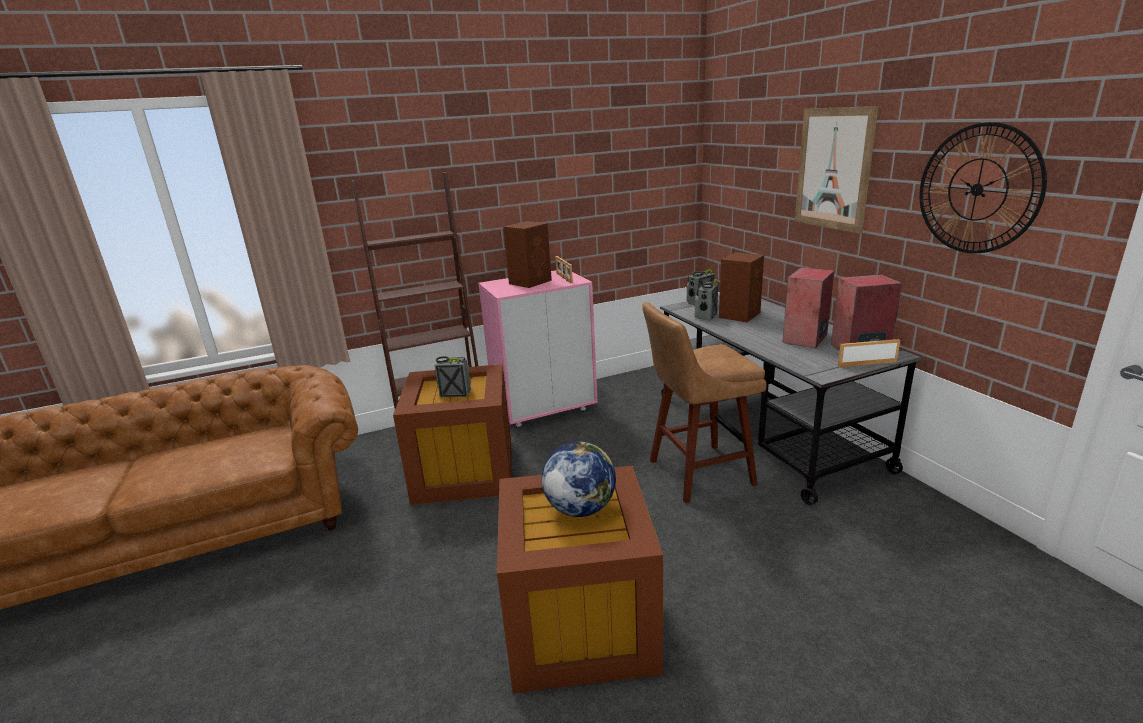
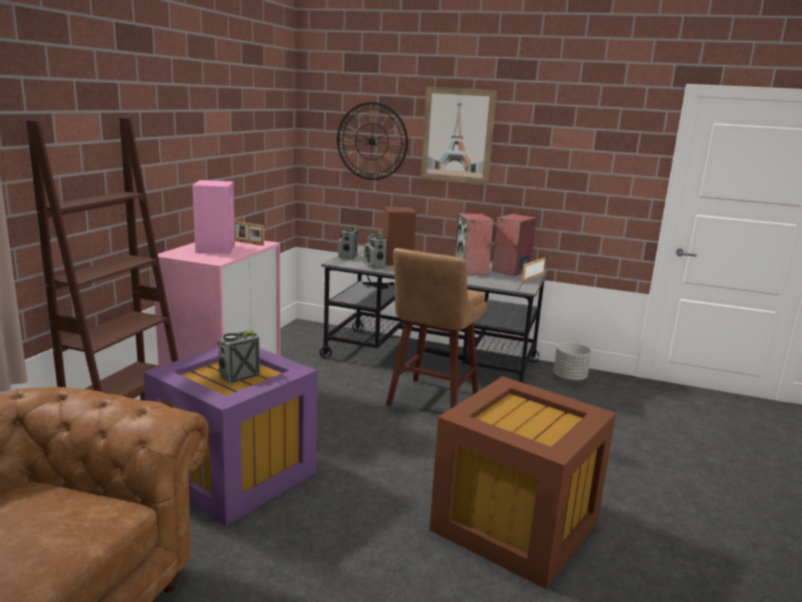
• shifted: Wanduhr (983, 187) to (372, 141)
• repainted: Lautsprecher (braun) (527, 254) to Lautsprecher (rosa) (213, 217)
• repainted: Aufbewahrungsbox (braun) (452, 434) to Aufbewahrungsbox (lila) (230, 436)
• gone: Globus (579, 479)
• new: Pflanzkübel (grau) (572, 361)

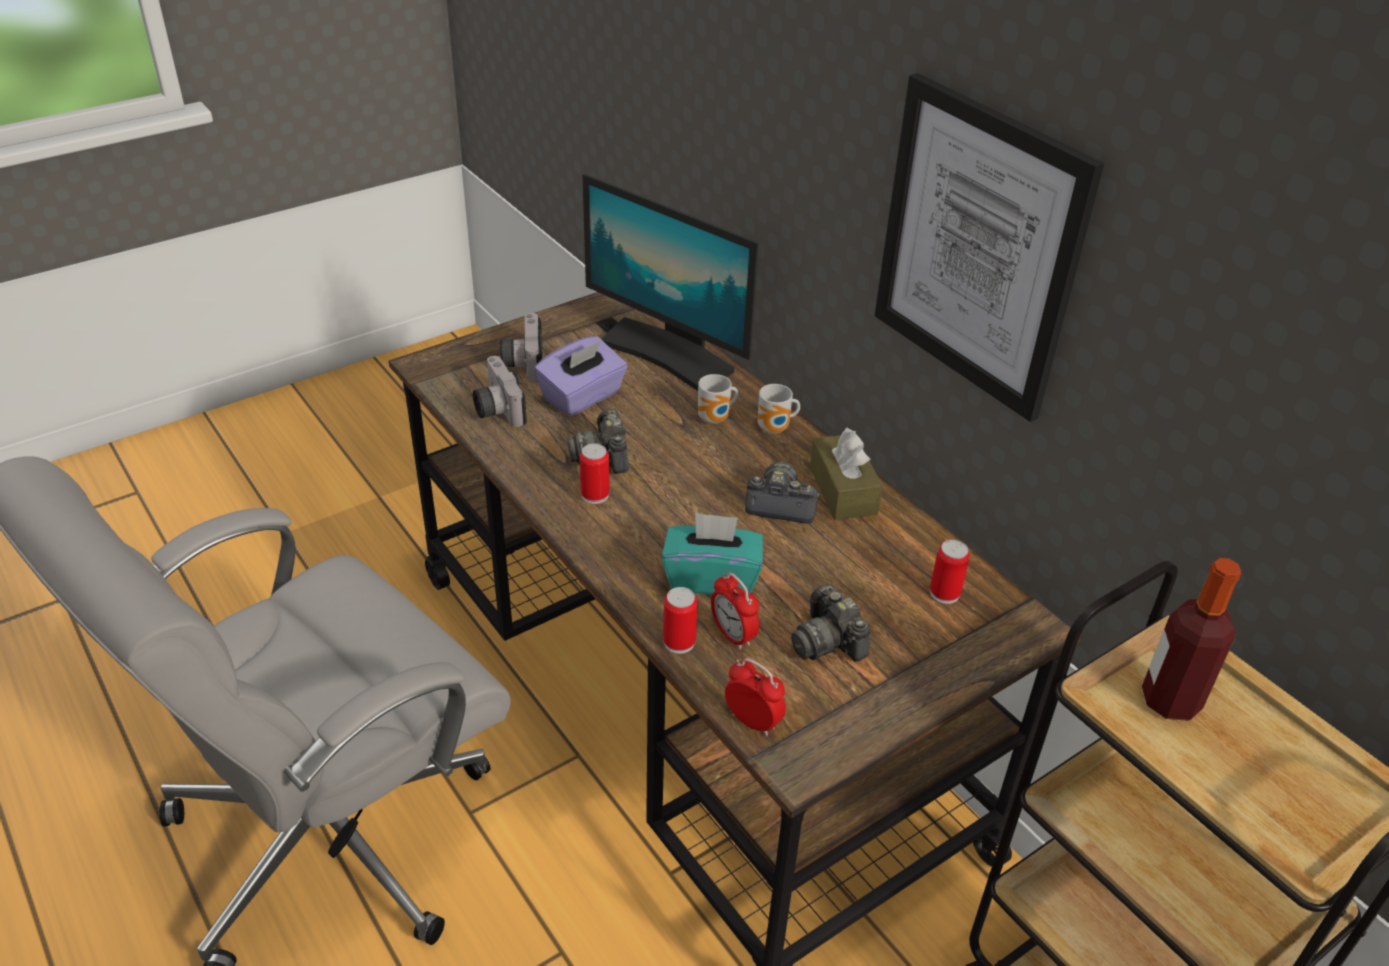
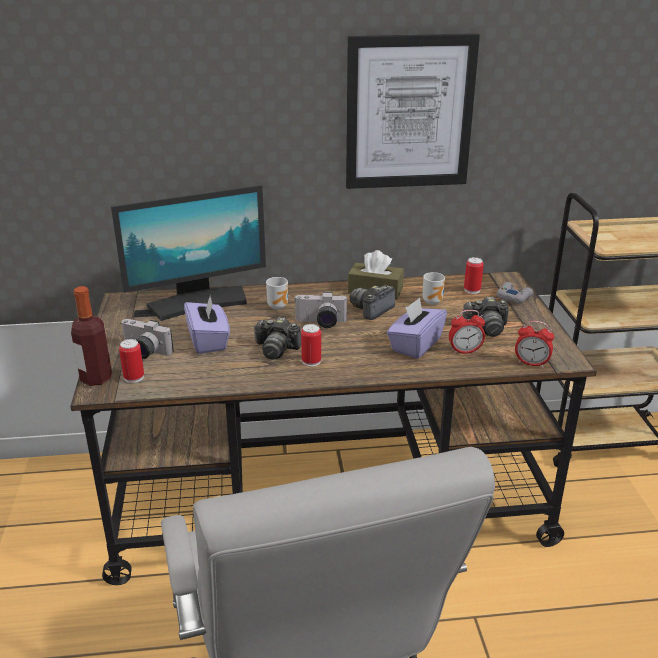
• shifted: Kamera (500, 391) to (321, 310)
• shifted: Henkelbecher (779, 409) to (434, 288)
• repainted: Taschentuchbox (türkis) (712, 553) to Taschentuchbox (lila) (417, 328)
• shifted: Flasche (1191, 639) to (91, 336)
• shifted: Dose (680, 620) to (131, 361)
• rotated: Wecker (755, 697) = (534, 344) 135 degrees counterclockwise
• new: Gamepad (grau) (515, 293)

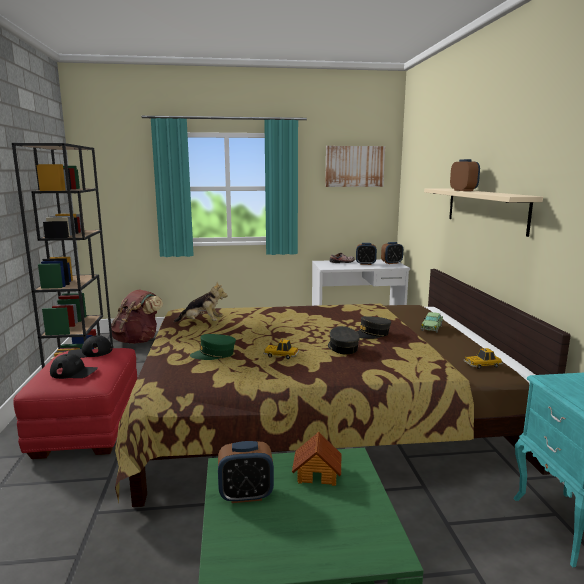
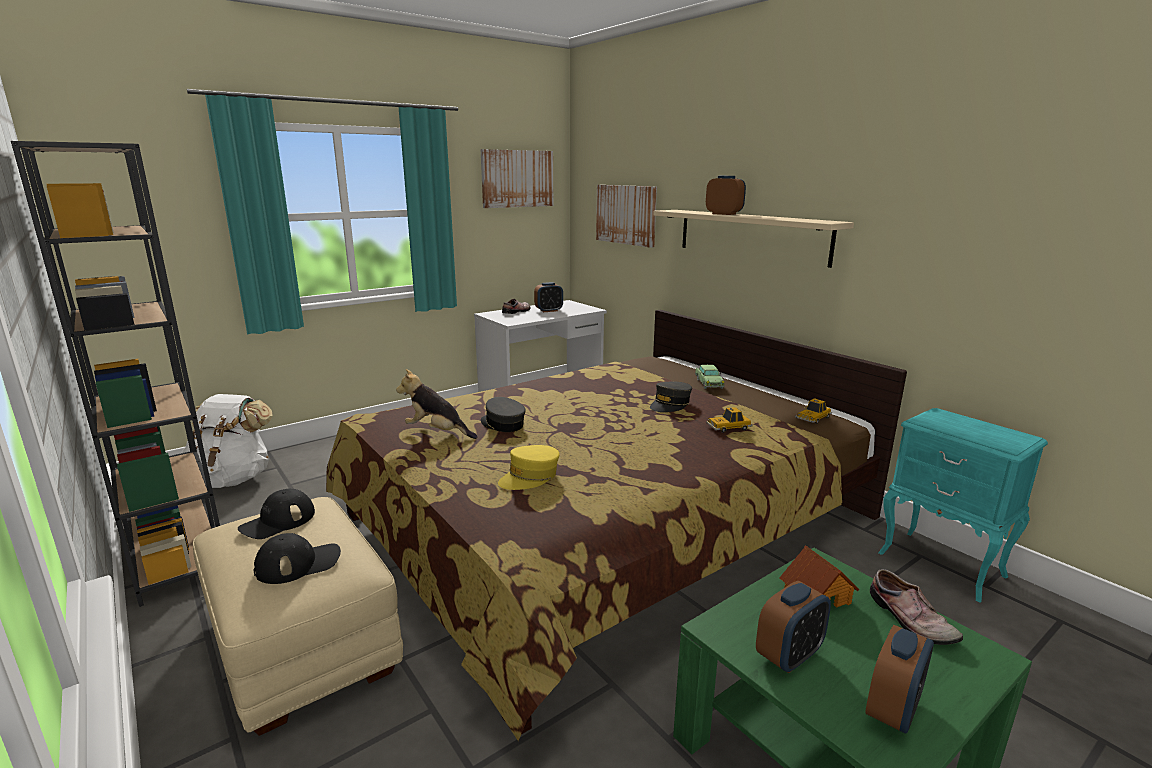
• shifted: Wecker (392, 253) to (899, 679)
• rotated: Plüschtier (201, 302) = (437, 404) 135 degrees counterclockwise
• repainted: Rucksack (braun) (137, 317) to Rucksack (weiß) (227, 441)
• shifted: Kappe (grau) (344, 340) to (503, 414)
• repainted: Kappe (grün) (213, 347) to Kappe (gelb) (529, 467)
• shifted: Spielzeugauto (281, 349) to (729, 420)
• repainted: Polsterhocker (rot) (75, 403) to Polsterhocker (beige) (298, 616)
• new: Bild (626, 216)
• new: Schuh (916, 607)

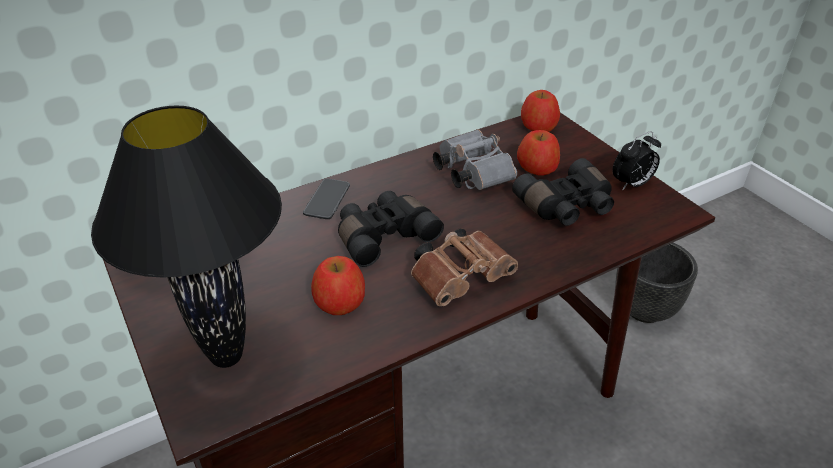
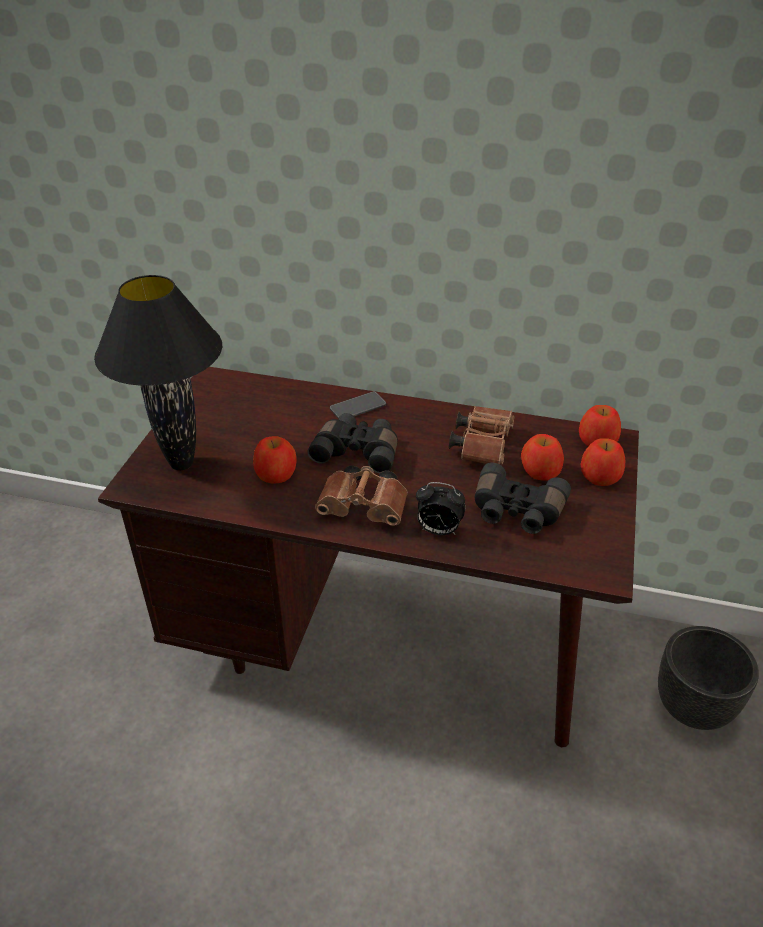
• repainted: Fernglas (grau) (475, 159) to Fernglas (braun) (481, 435)
• shifted: Wecker (637, 161) to (441, 508)
• new: Apfel (603, 462)

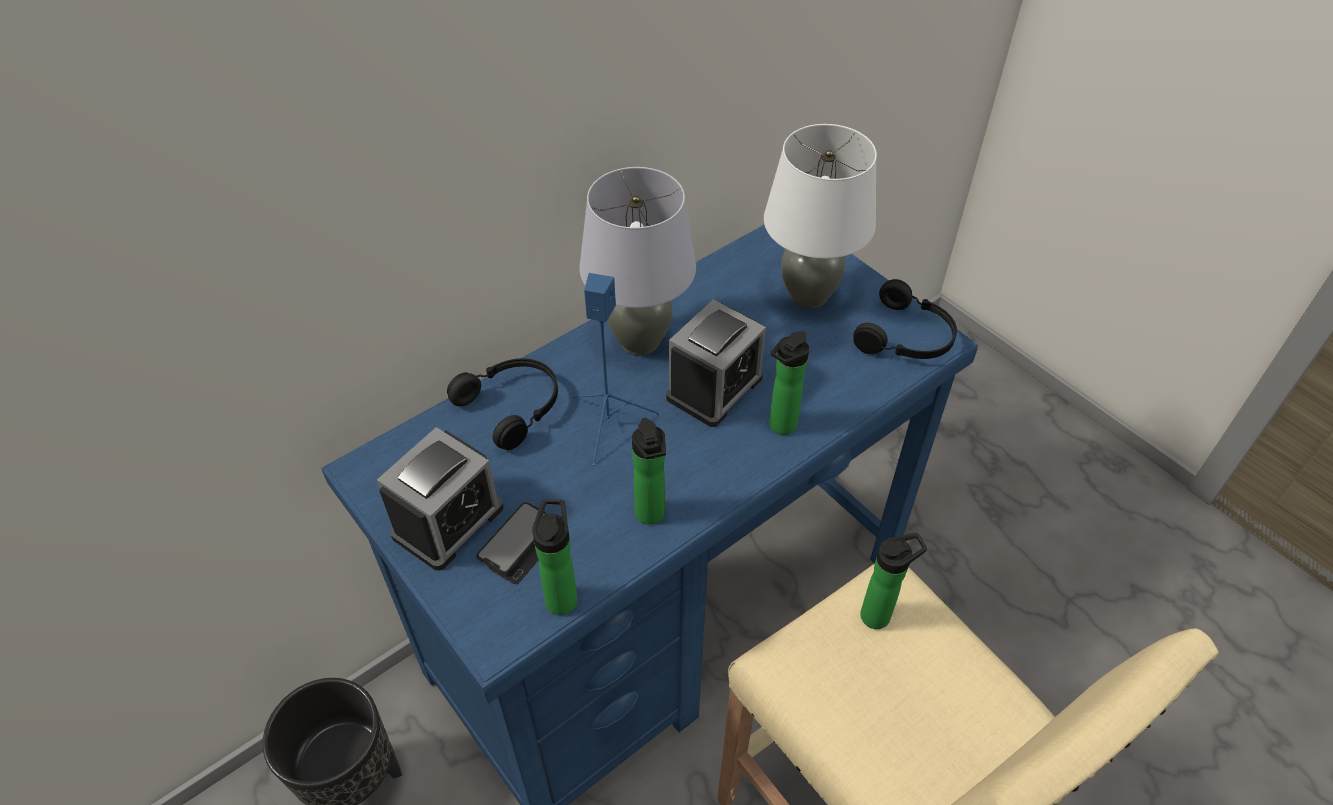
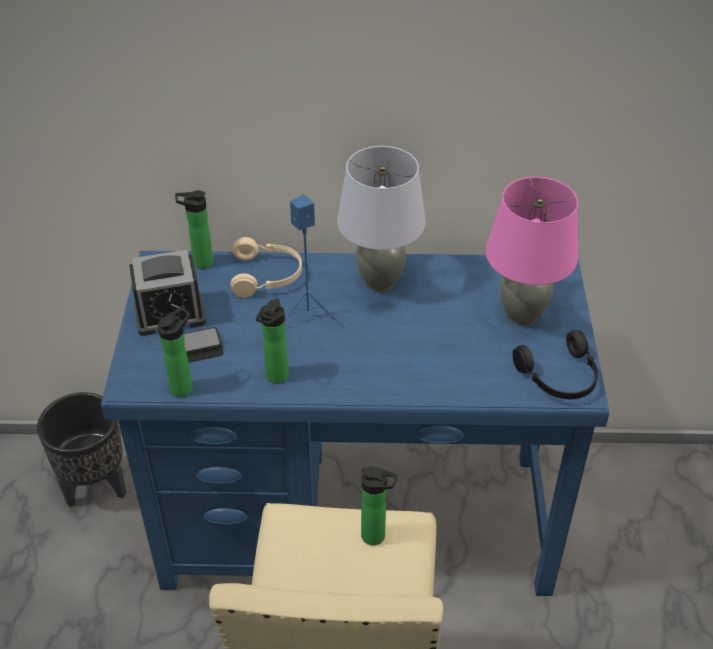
• repainted: Tischlampe (weiß) (820, 216) to Tischlampe (rosa) (532, 251)
• gone: Wecker (716, 363)
• shifted: Flasche (789, 383) to (194, 229)
• repainted: Kopfhörer (schwarz) (502, 404) to Kopfhörer (beige) (266, 267)

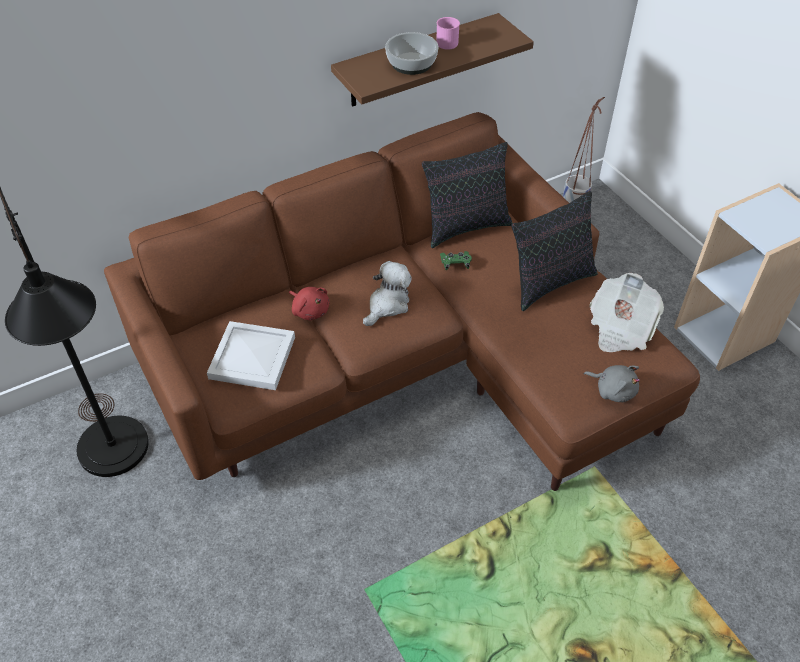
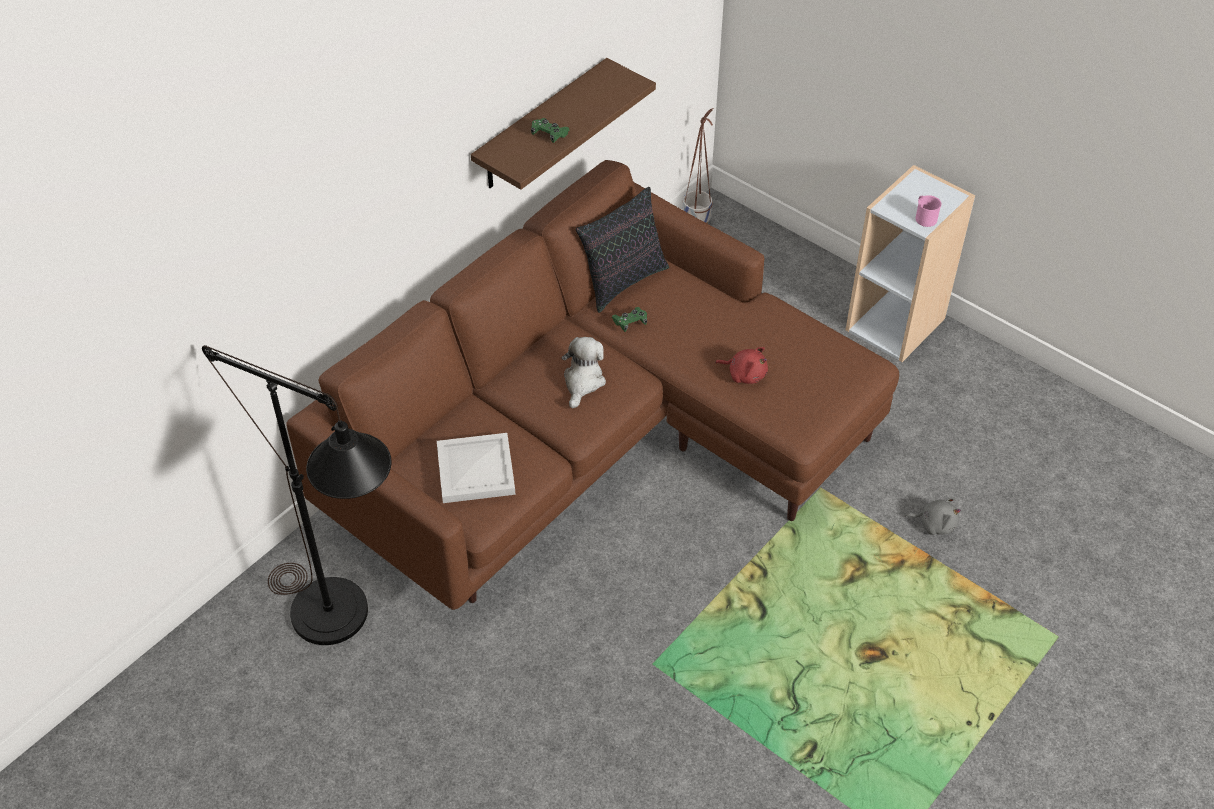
• shifted: Henkelbecher (rosa) (448, 33) to (928, 211)
• swapped: Schüssel (411, 53) to Gamepad (grün) (550, 130)
• gone: Kissen (schwarz) (554, 251)
• gone: Zeitung (627, 312)
• shifted: Plüschtier (rot) (309, 303) to (741, 365)
• shifted: Plüschtier (grau) (612, 383) to (932, 516)

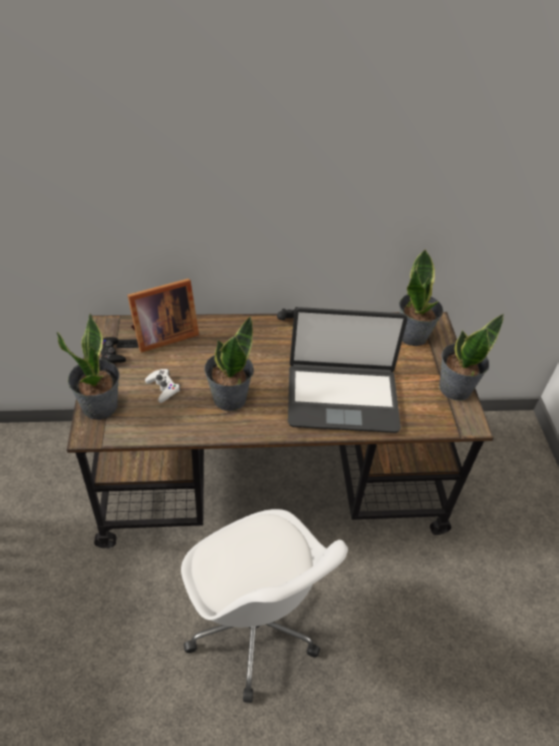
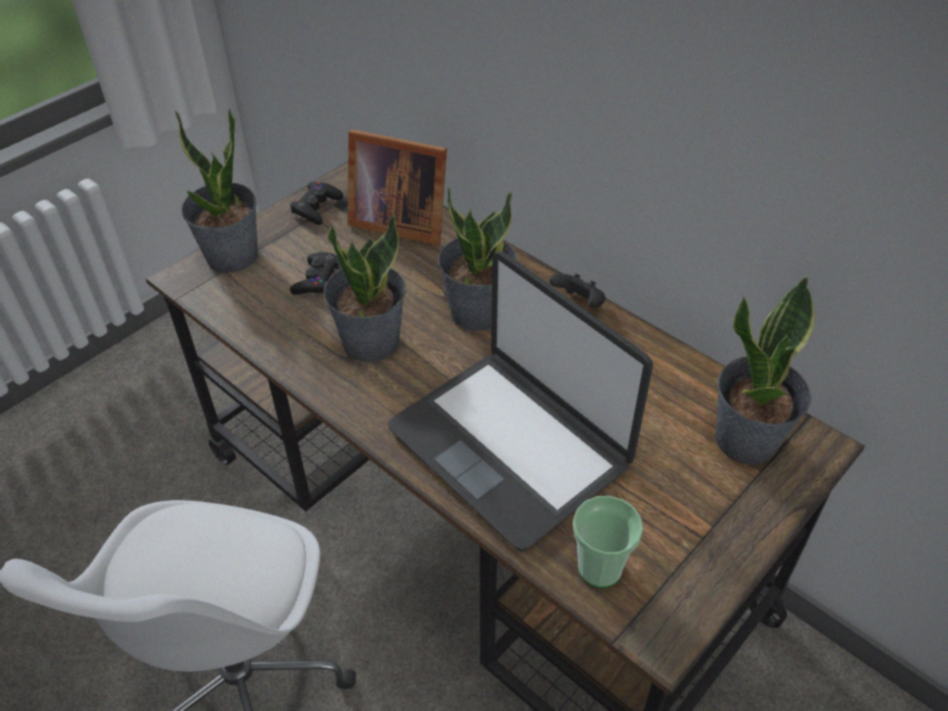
• shifted: Topfpflanze (471, 357) to (477, 259)
• repainted: Gamepad (weiß) (162, 386) to Gamepad (schwarz) (316, 273)
• new: Tasse (608, 542)

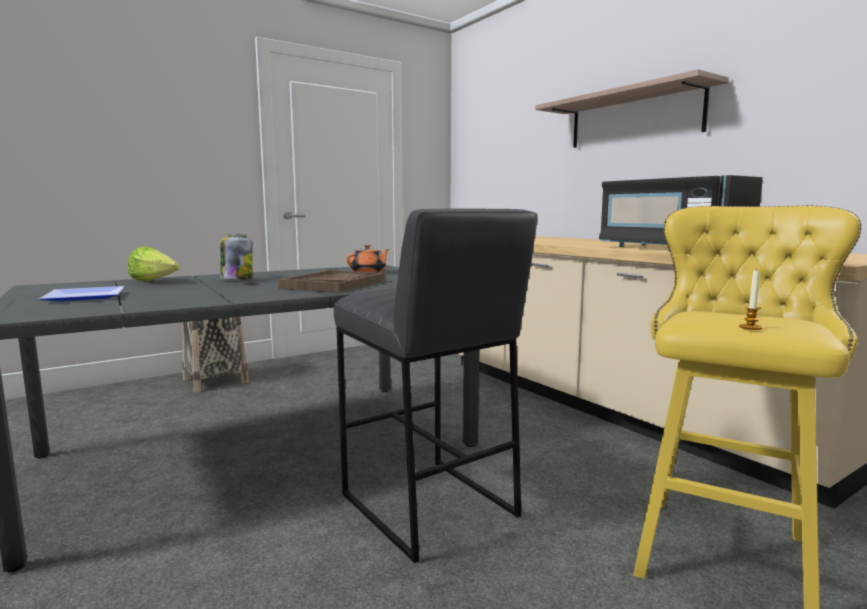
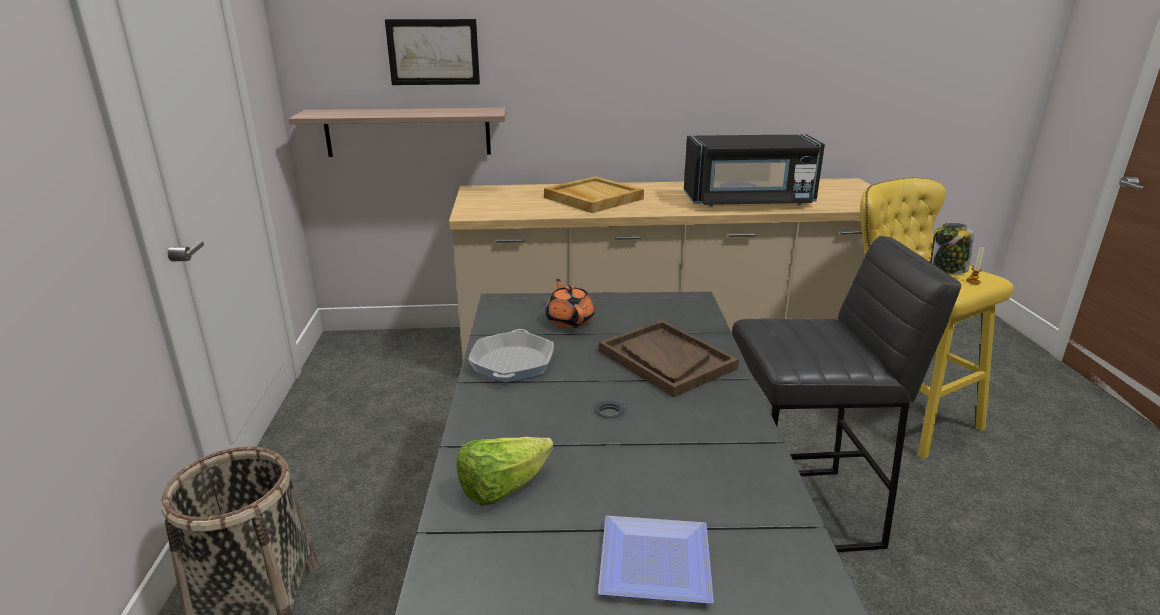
• shifted: Wandregal (632, 108) to (397, 132)
• shifted: Vorratsglas (236, 257) to (952, 248)
• new: Bild (432, 52)
• new: Tablett (beige) (594, 194)
• new: Pfanne (511, 356)

